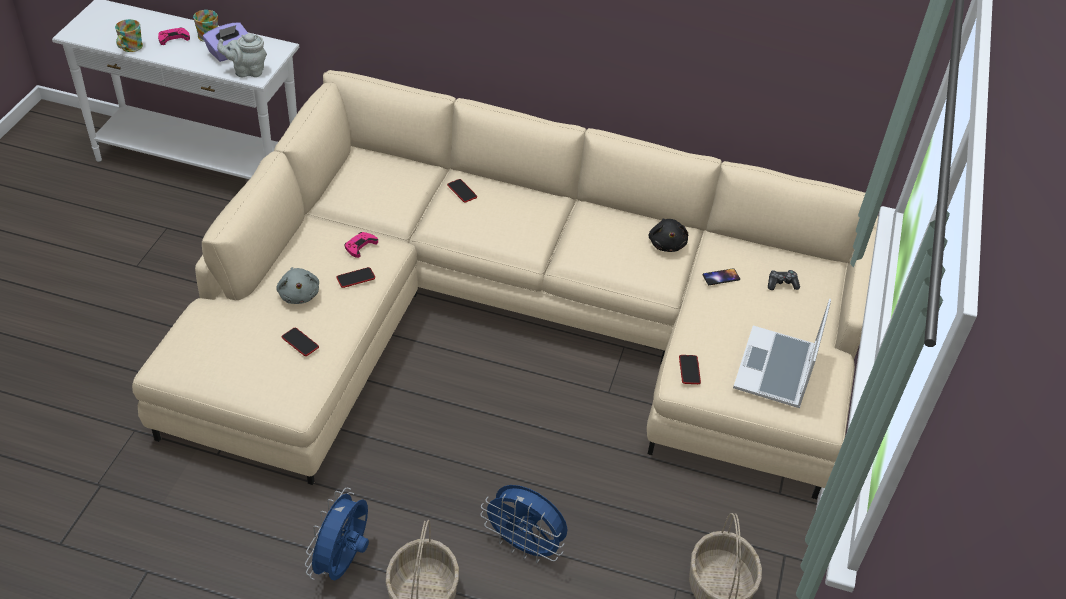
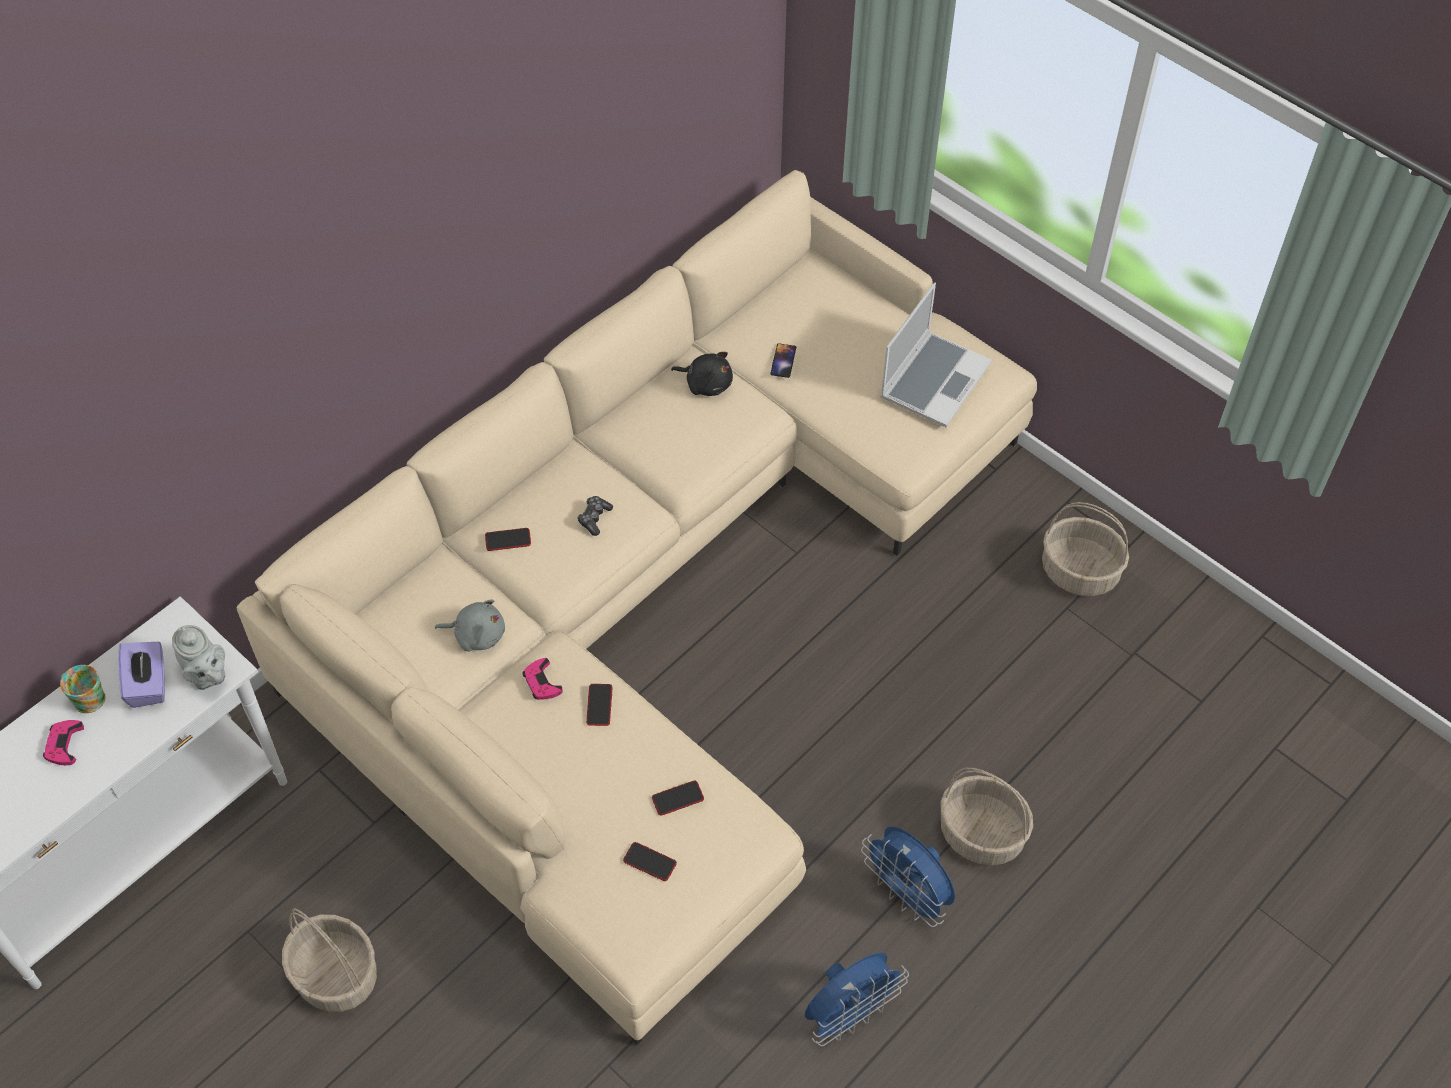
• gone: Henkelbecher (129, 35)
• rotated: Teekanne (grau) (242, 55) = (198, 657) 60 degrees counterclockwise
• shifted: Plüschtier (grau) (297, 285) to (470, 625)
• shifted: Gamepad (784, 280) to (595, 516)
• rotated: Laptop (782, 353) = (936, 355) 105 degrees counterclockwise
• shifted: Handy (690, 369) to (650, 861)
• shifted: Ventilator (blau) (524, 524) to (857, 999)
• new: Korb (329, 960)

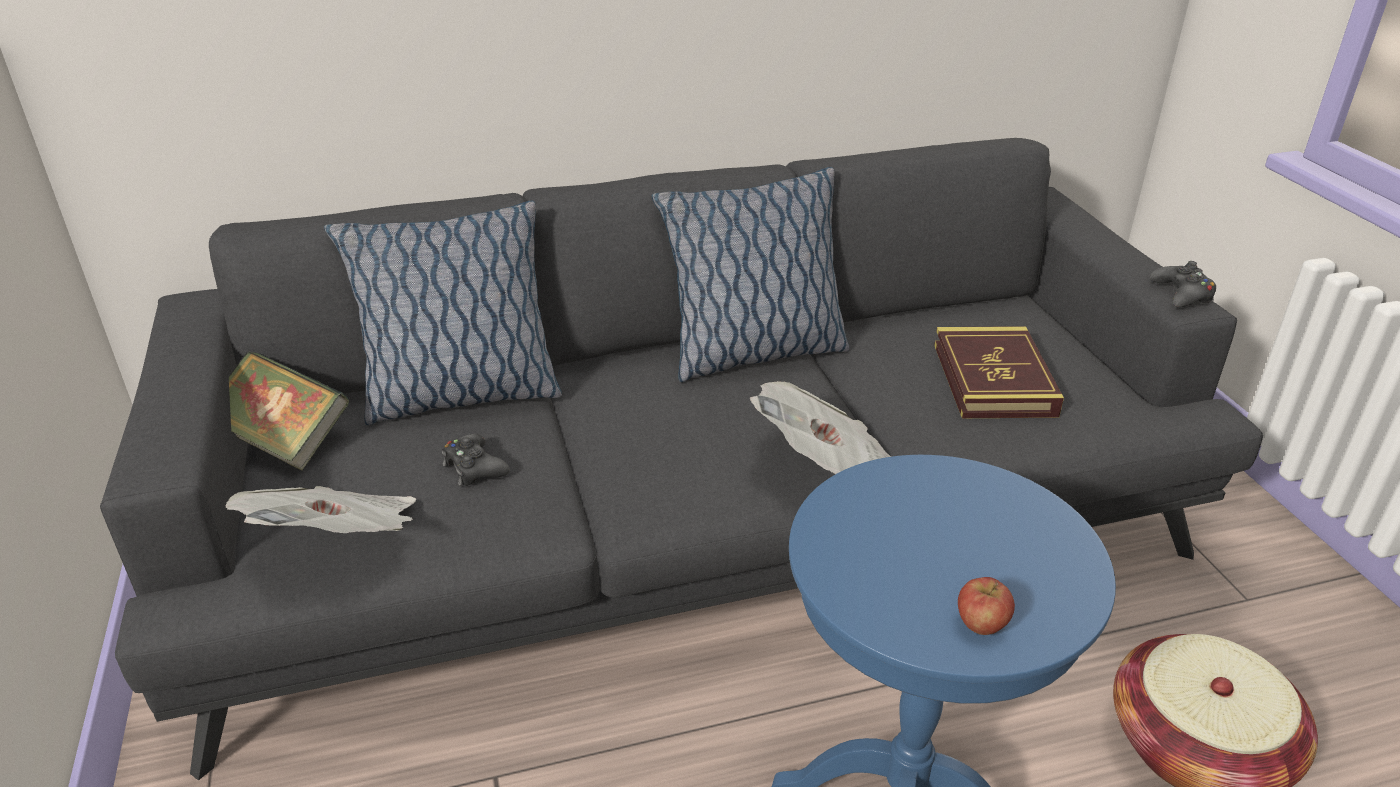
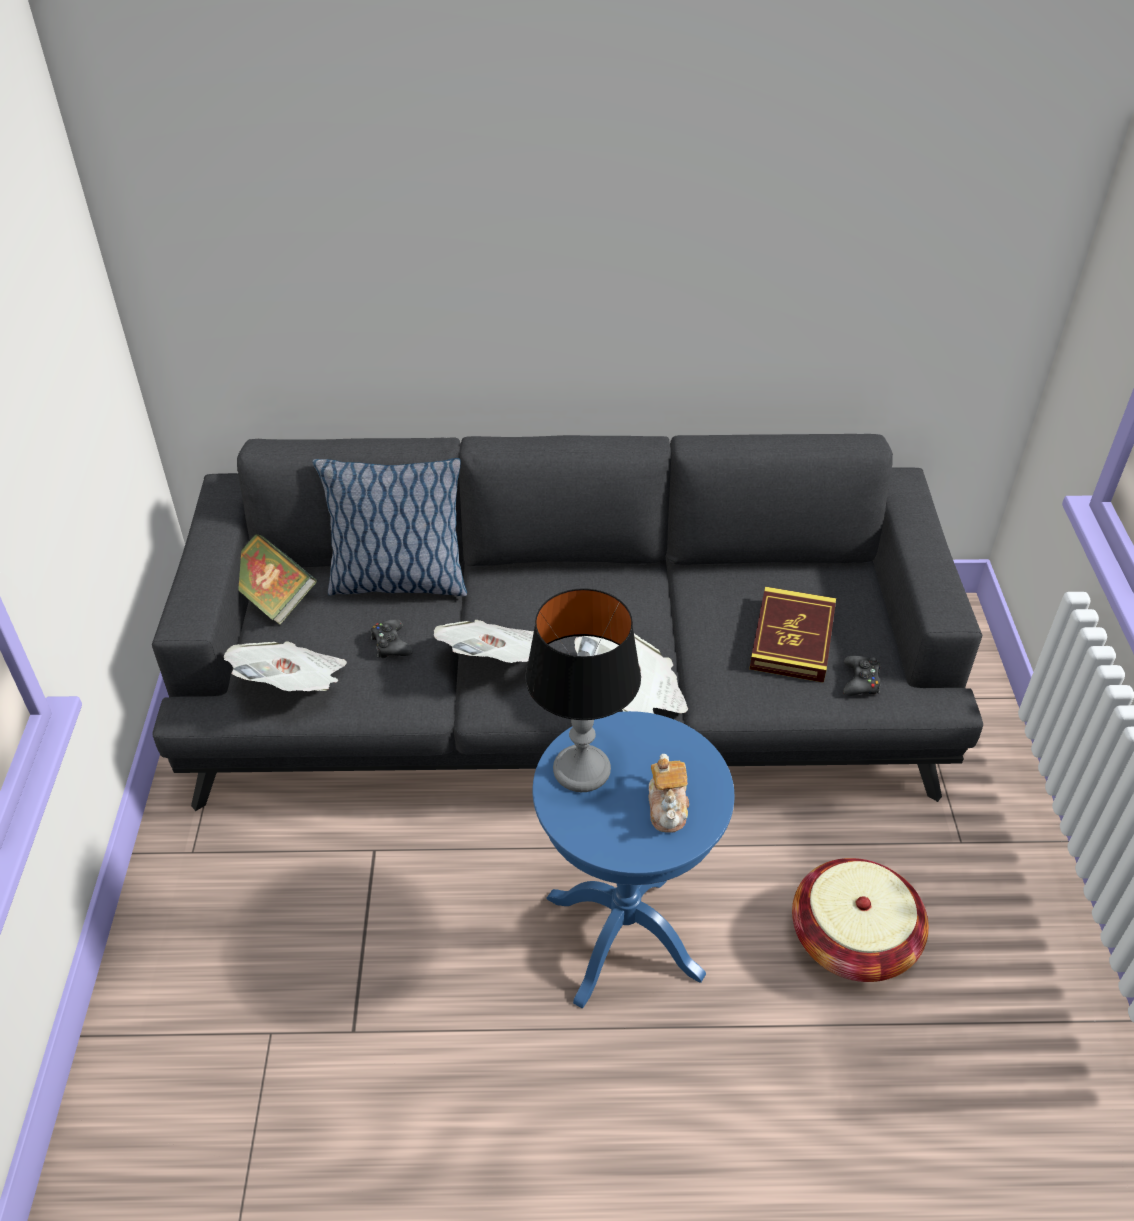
• gone: Kissen (750, 274)
• shifted: Gamepad (schwarz) (1183, 284) to (862, 675)
• gone: Apfel (986, 606)
• new: Tischlampe (583, 690)
• new: Zeitung (484, 641)
• new: Teekanne (669, 793)

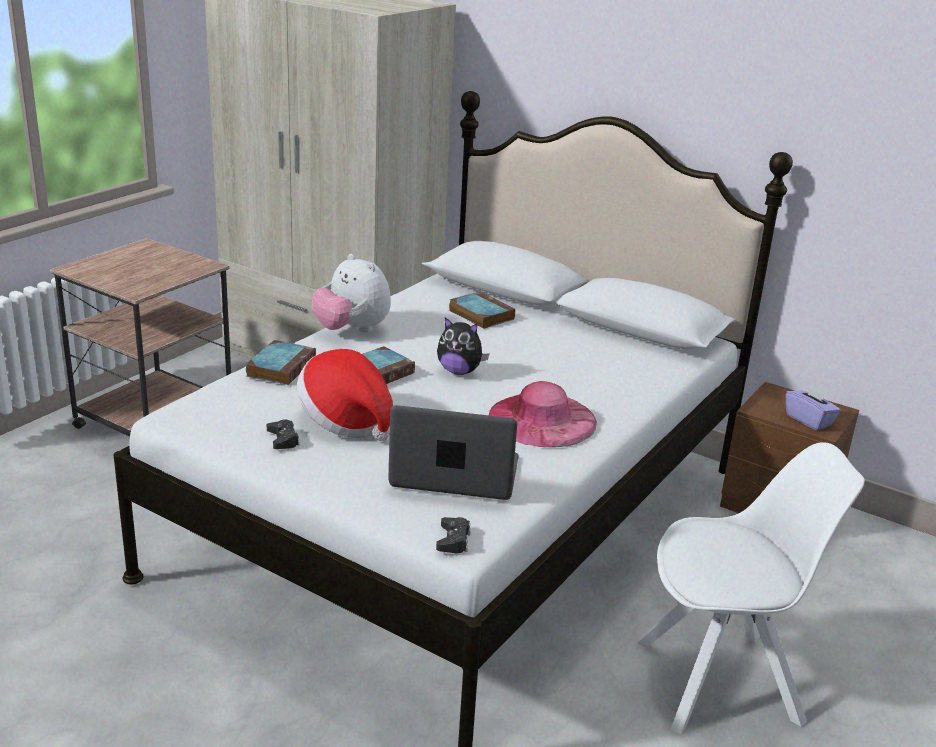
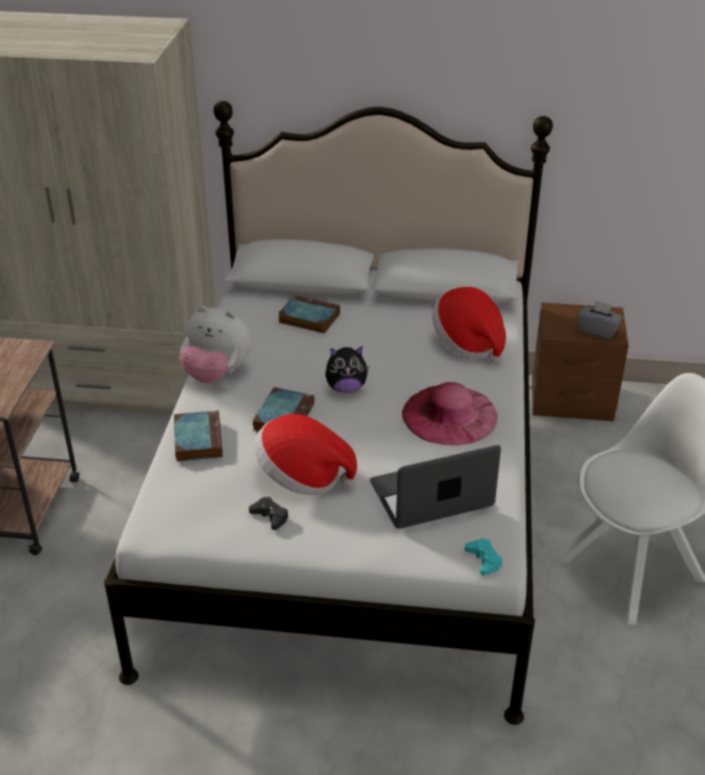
• repainted: Taschentuchbox (lila) (813, 406) to Taschentuchbox (grau) (599, 319)
• repainted: Gamepad (schwarz) (453, 535) to Gamepad (türkis) (483, 557)
• new: Hut (469, 325)

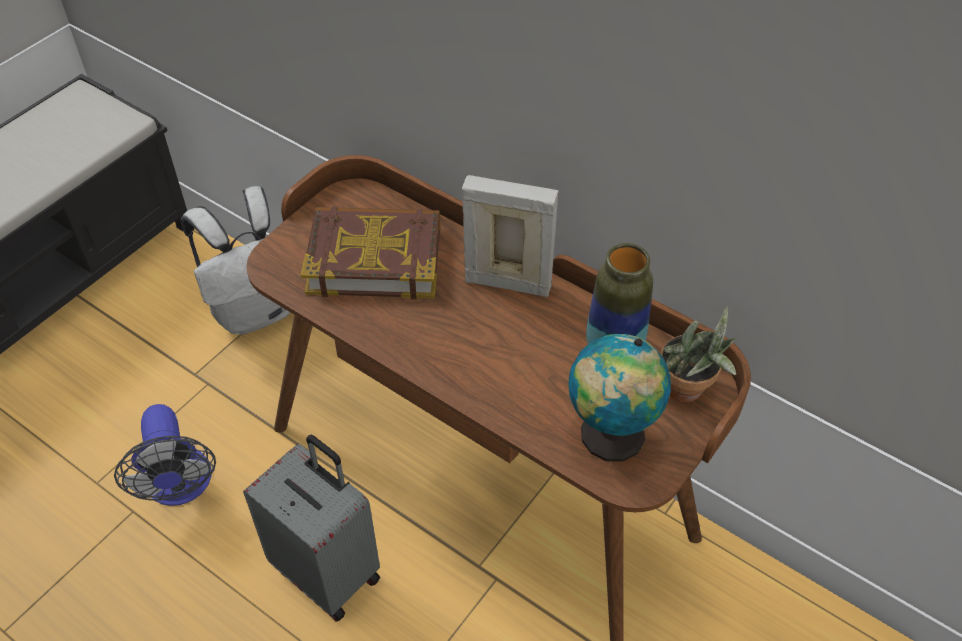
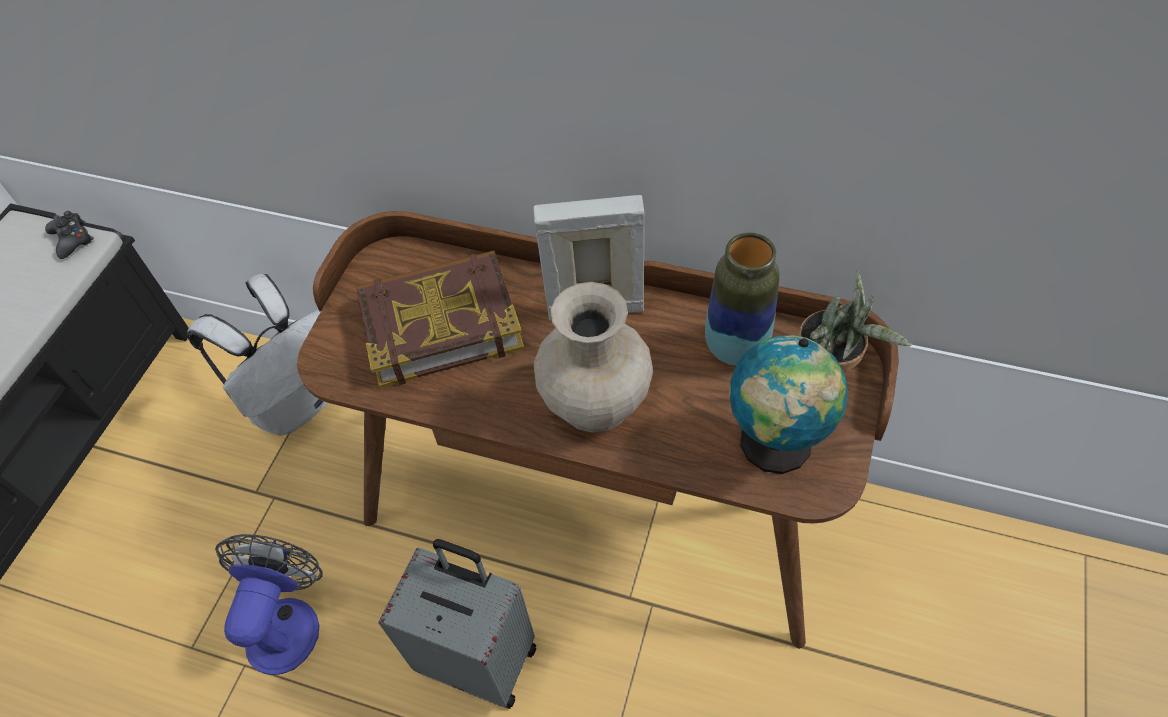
• rotated: Ventilator (165, 455) = (269, 604) 135 degrees counterclockwise
• new: Gamepad (schwarz) (69, 235)
• new: Vase (beige) (593, 357)

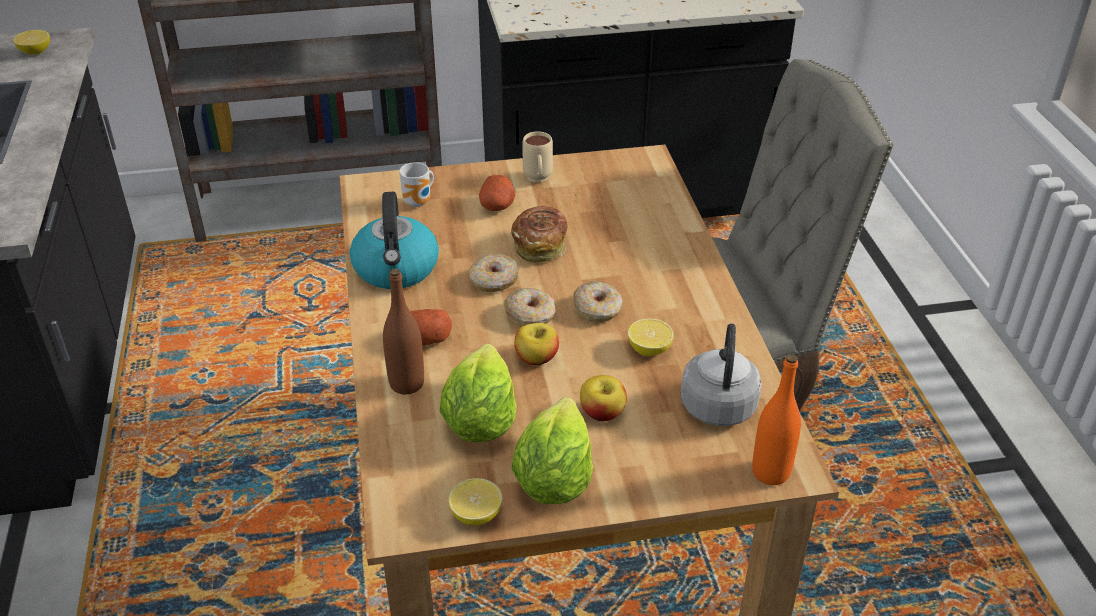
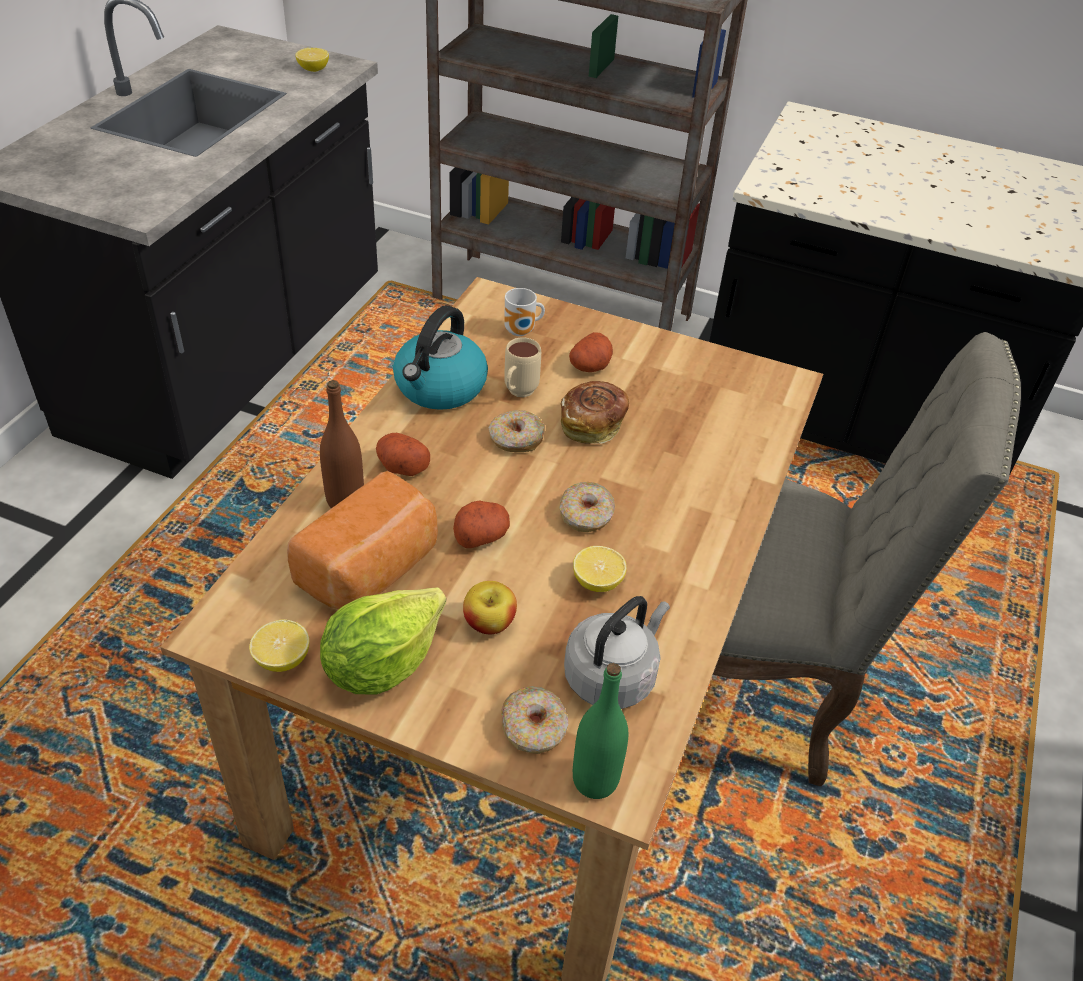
• shifted: Henkelbecher (beige) (537, 157) to (522, 367)
• shifted: Donut (530, 307) to (534, 720)
• swapped: Apfel (537, 344) to Kartoffel (481, 524)
• swapped: Salatkopf (478, 393) to Brot (362, 540)
• repainted: Flasche (orange) (776, 419) to Flasche (grün) (601, 731)

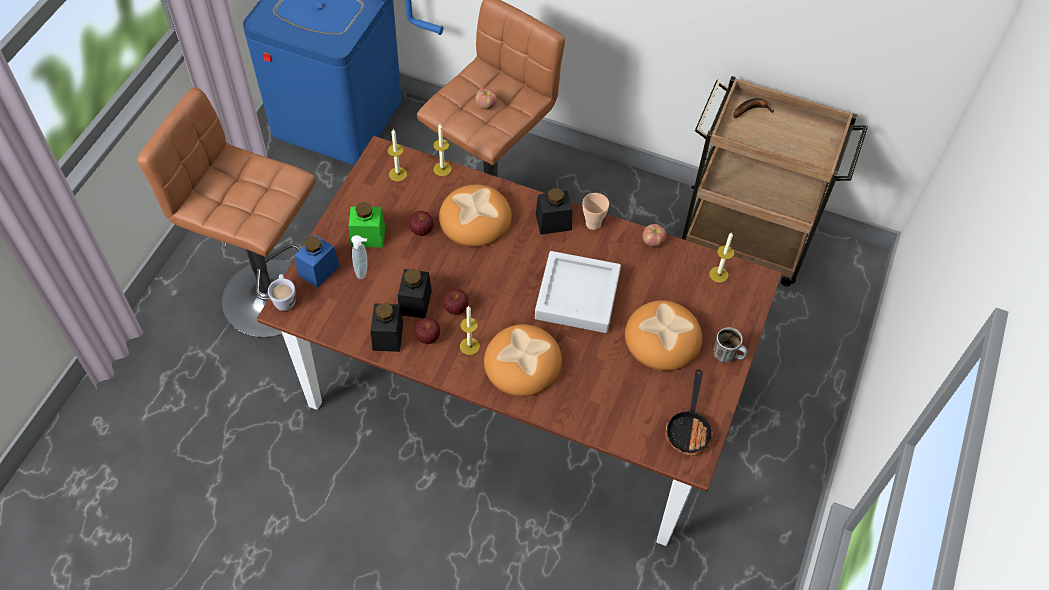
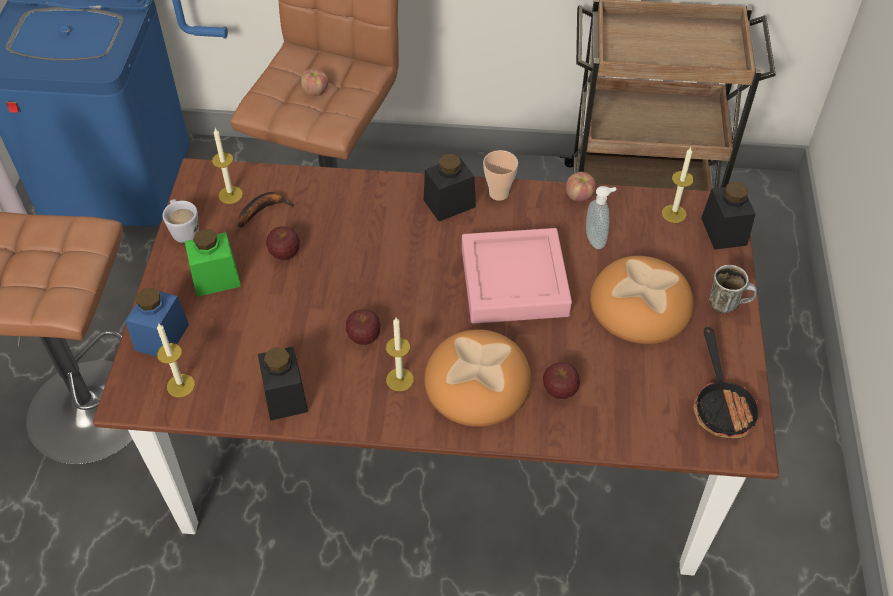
• shifted: Banane (753, 108) to (265, 210)
• shifted: Kerze (442, 150) to (176, 360)
• gone: Brot (475, 215)
• shifted: Seifenspender (359, 257) to (601, 217)
• repainted: Tablett (grau) (578, 292) to Tablett (rosa) (517, 276)
• shifted: Vorratsglas (schwarz) (415, 293) to (728, 216)
• shifted: Henkelbecher (weiß) (282, 292) to (180, 221)
• shifted: Apfel (427, 331) to (561, 380)

